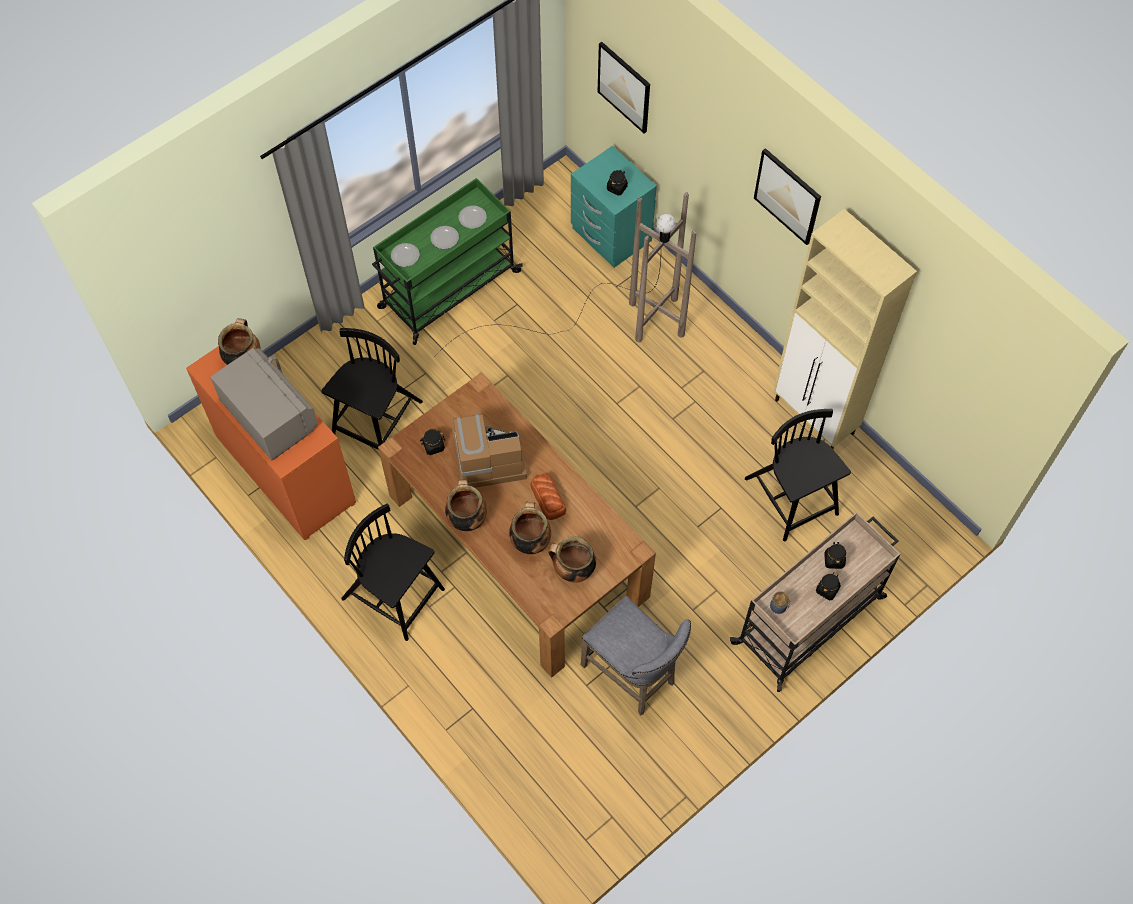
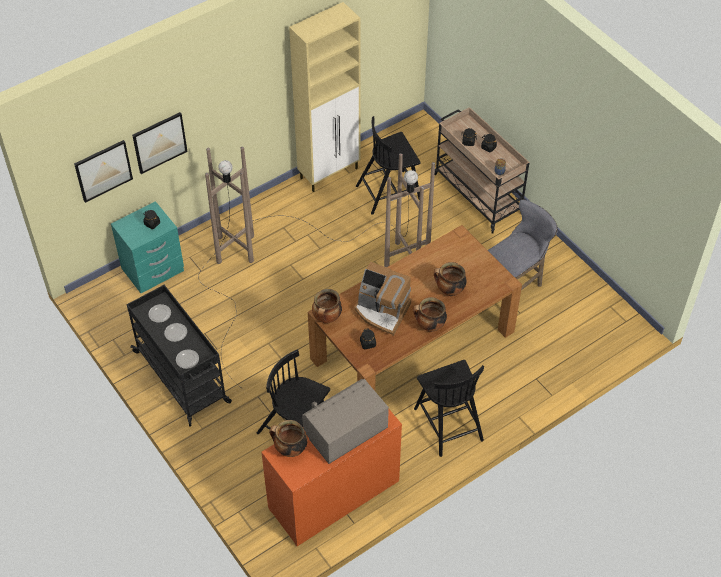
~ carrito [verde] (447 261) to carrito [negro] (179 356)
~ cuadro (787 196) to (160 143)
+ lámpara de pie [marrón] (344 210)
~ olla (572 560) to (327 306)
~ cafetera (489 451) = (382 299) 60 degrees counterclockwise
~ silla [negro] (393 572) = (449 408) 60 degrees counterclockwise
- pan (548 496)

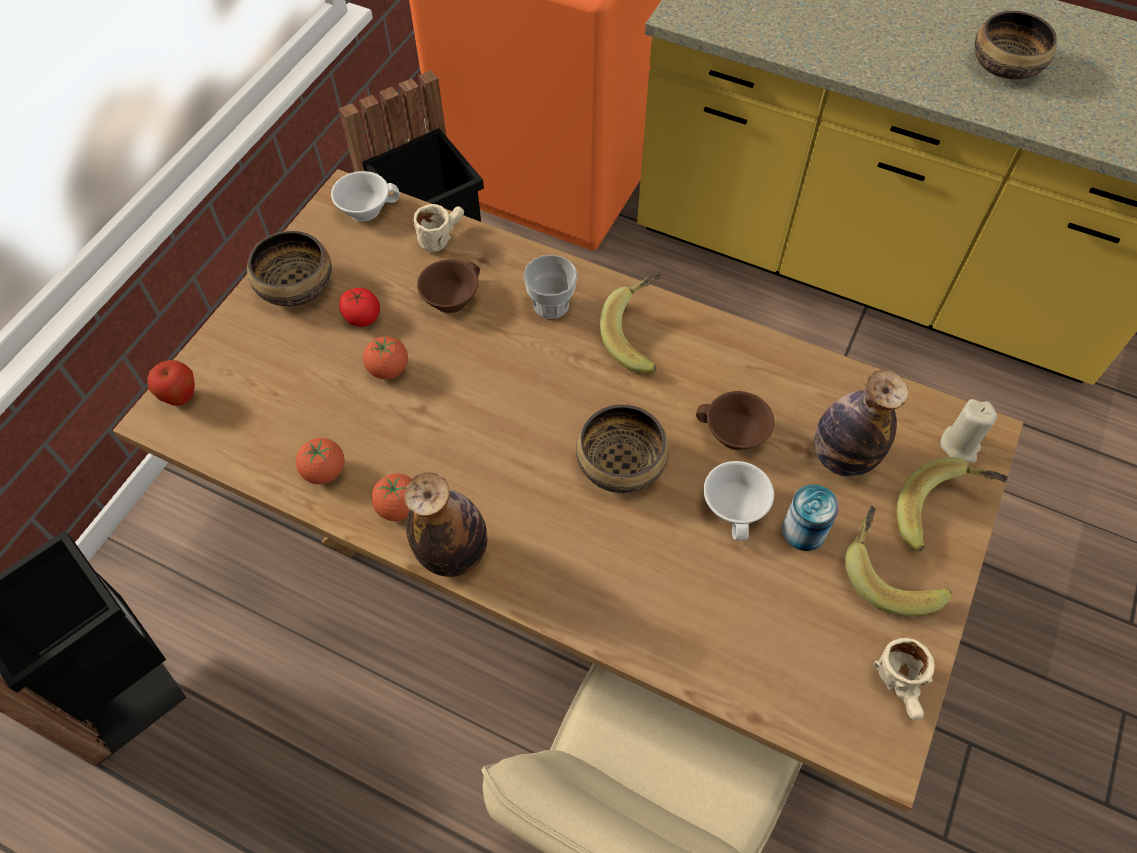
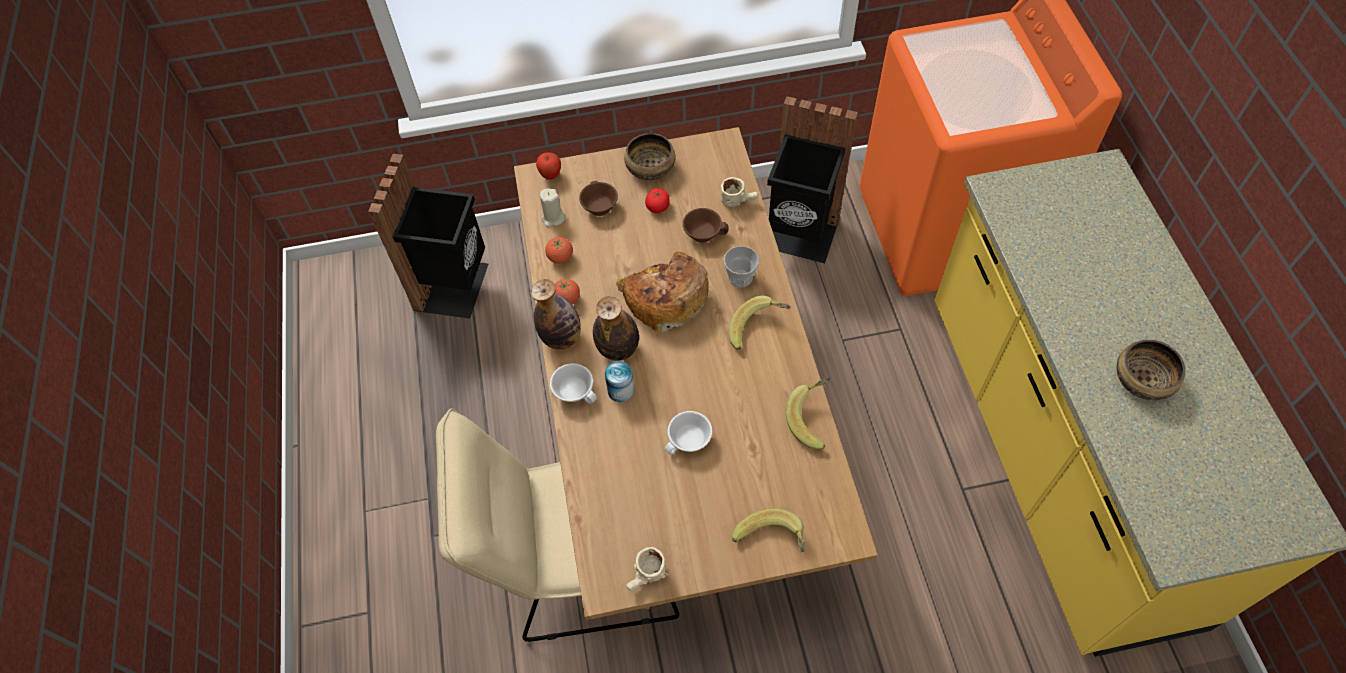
~ vela [beis] (968 431) to (553 208)
~ taza [blanco] (365 196) to (573 383)
~ taza [marrón] (735 420) to (598 198)
~ botella (861 423) to (616 328)
~ lata (810 517) to (619 381)
+ pan (662 292)
~ plátano (898 561) to (808 413)
- tomate (385 357)
- cuenco (622 448)

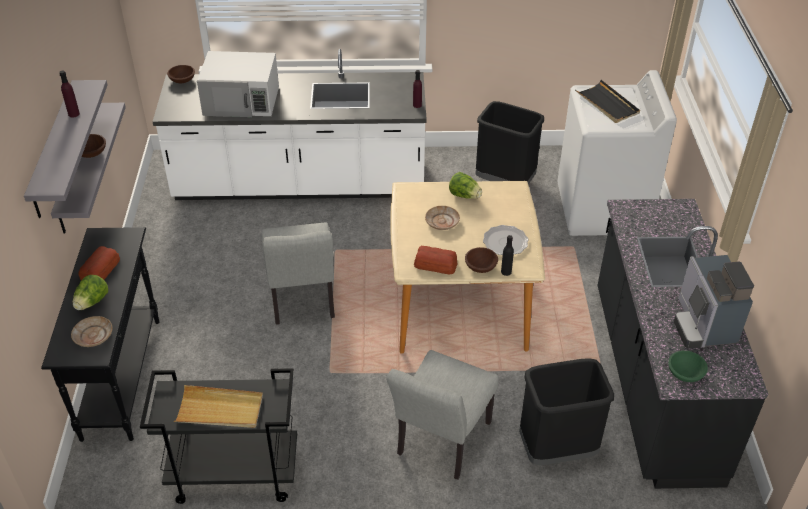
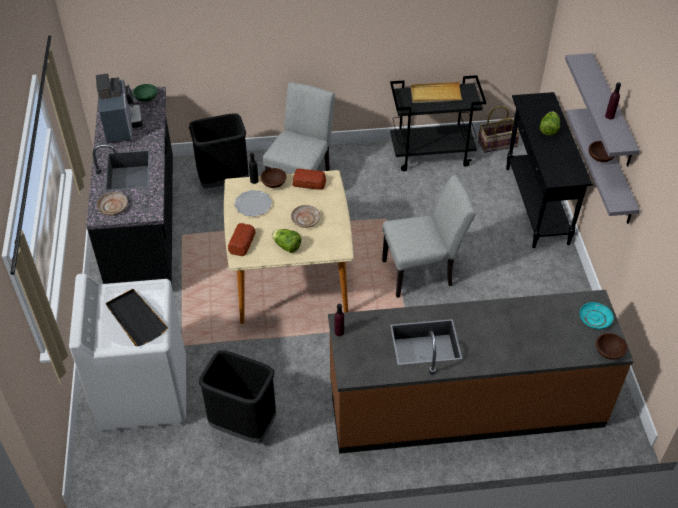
~ plato [beis] (92 331) to (112 203)
~ pan (99 263) to (242 239)
~ mueble bajo de cocina [blanco] (289 124) to mueble bajo de cocina [marrón] (481 372)
~ silla [gris] (298 273) = (428 236) 90 degrees clockwise
+ cesta (499 129)
+ plato [turquesa] (597 315)
- microondas [blanco] (238 84)

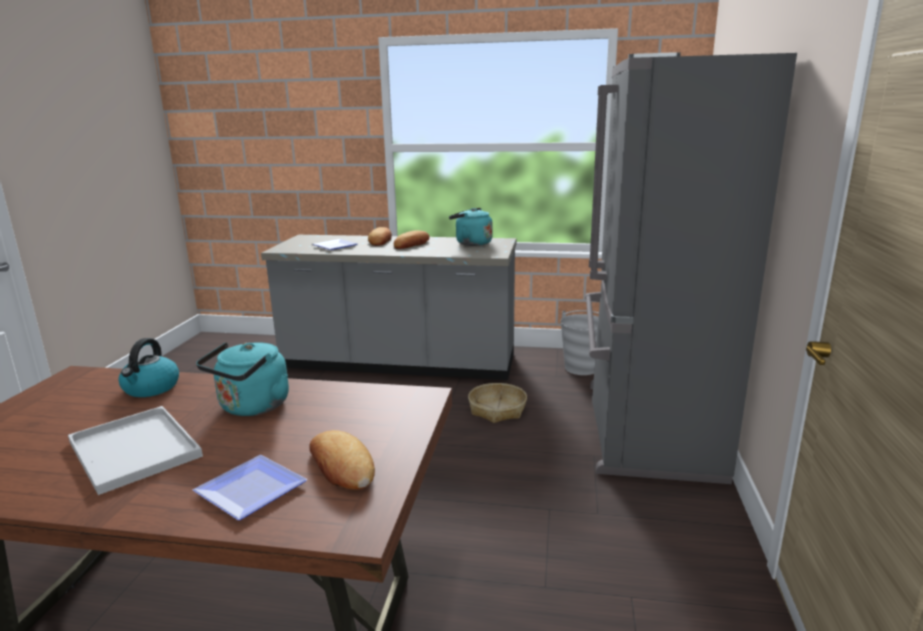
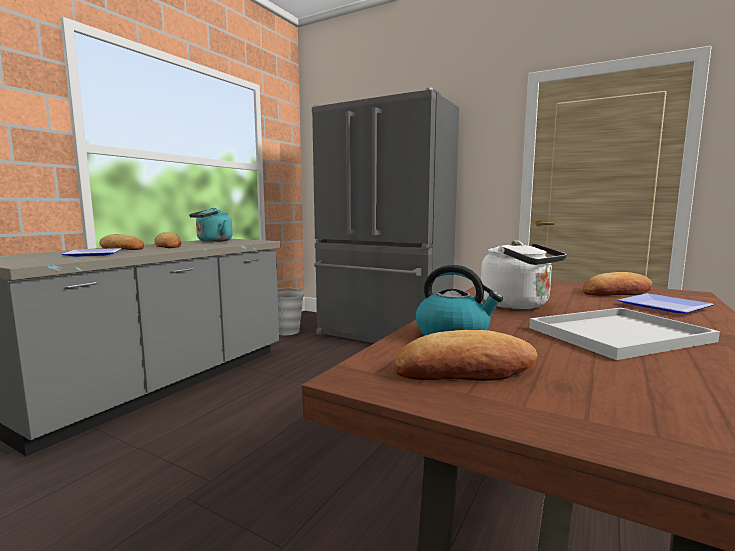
+ pan (466 355)
~ hervidor [turquesa] (242 379) to hervidor [blanco] (524 274)
- cesta (497 403)

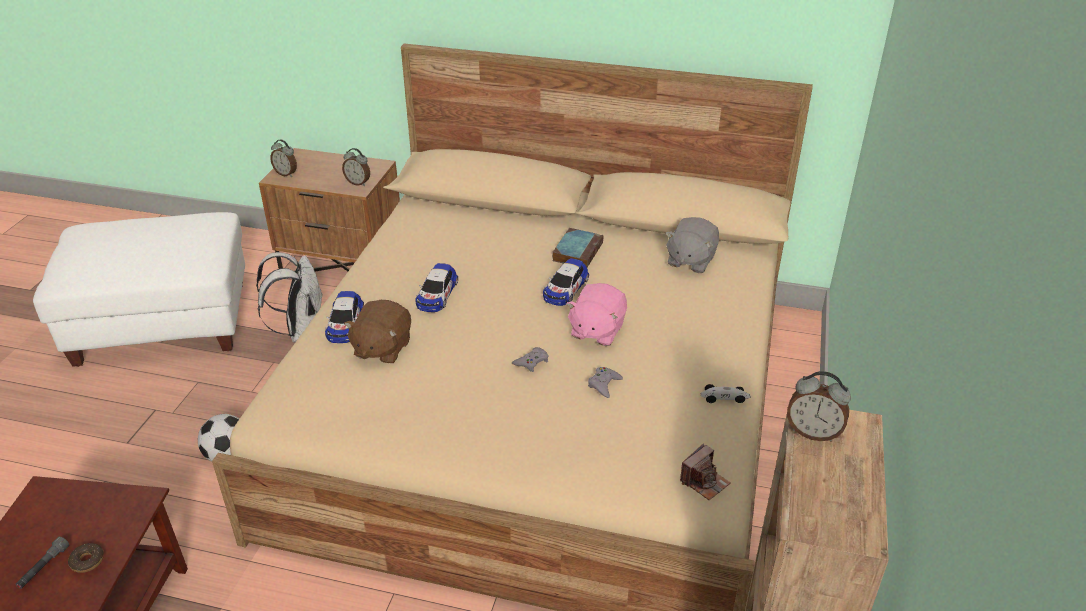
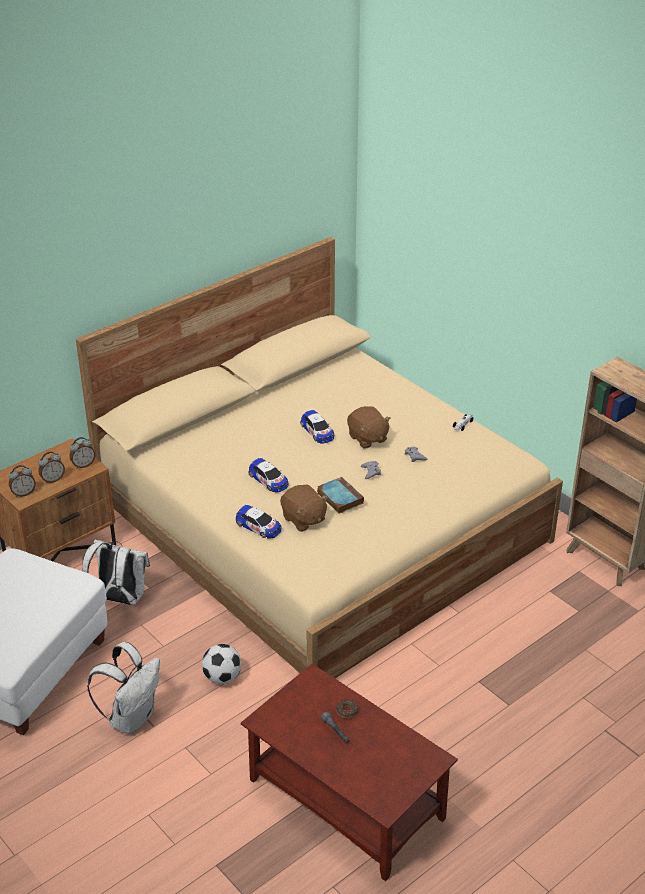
~ despertador (819 406) to (51 467)
+ mochila [blanco] (123 688)
~ libro (577 247) to (340 495)
~ peluche [rosa] (596 314) to peluche [marrón] (369 427)
- peluche [gris] (692 245)
- cámara (705 471)

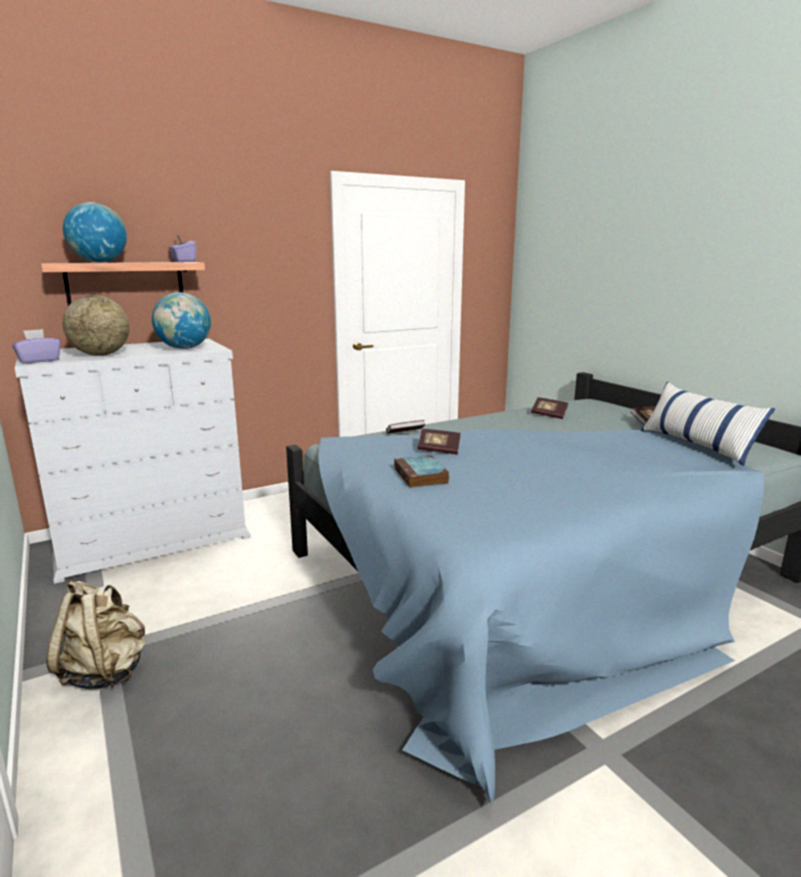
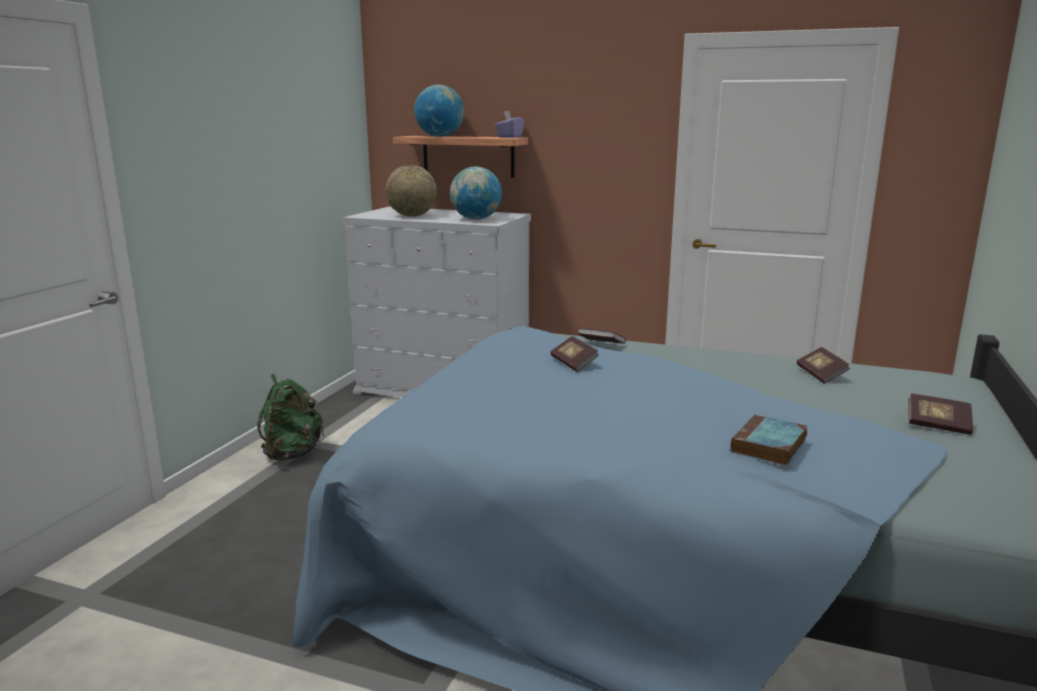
~ mochila [beis] (96 635) to mochila [verde] (291 417)
~ libro (421 471) to (769 440)
- caja de pañuelos [morado] (36 346)
- cojín (707 424)

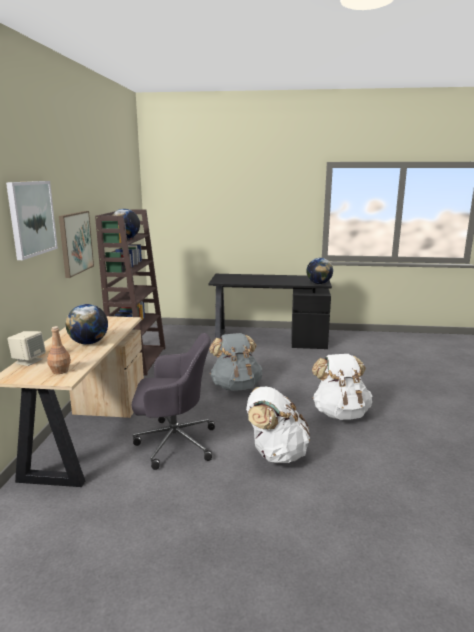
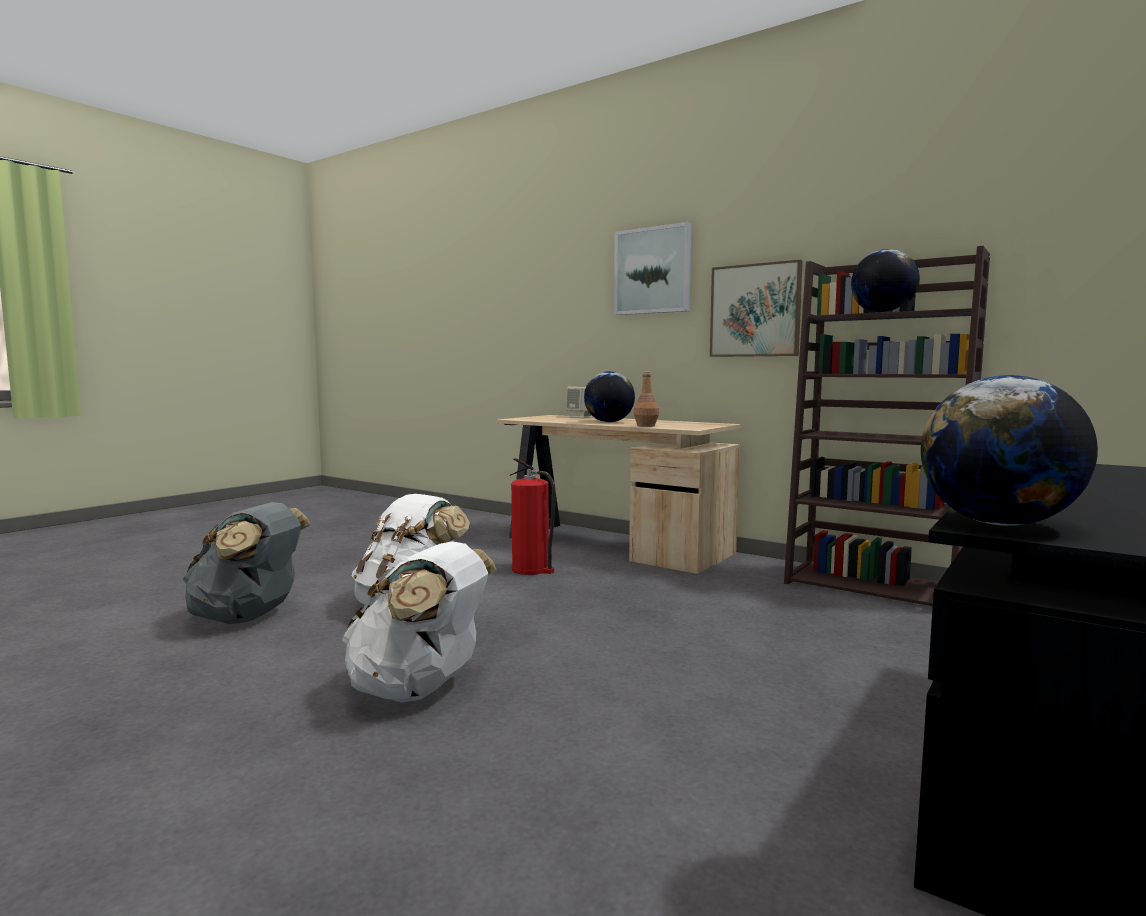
~ mochila [gris] (235 362) to (247 563)
~ silla de oficina [gris] (173 401) to extintor (533 516)
~ botella [marrón] (59 350) to (646 399)

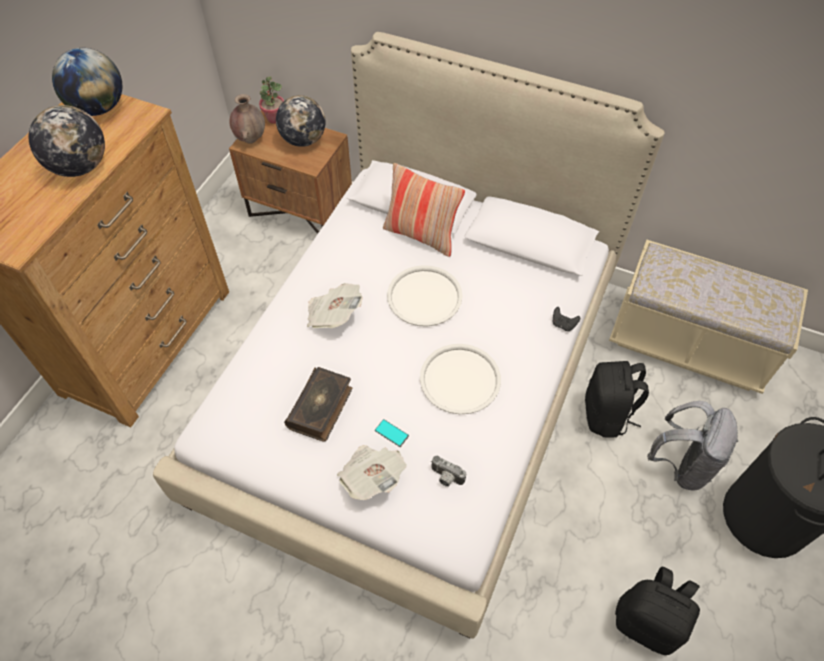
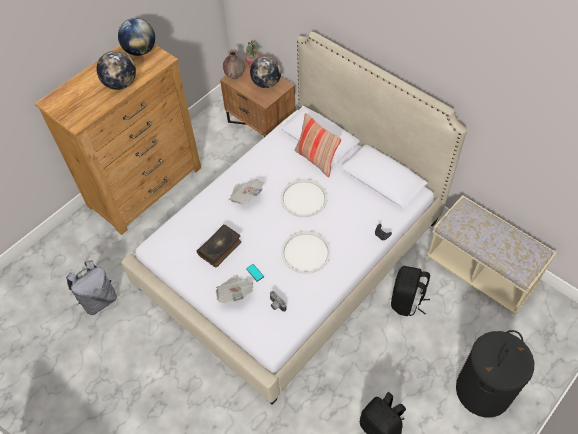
~ mochila [gris] (692 446) to (91 287)

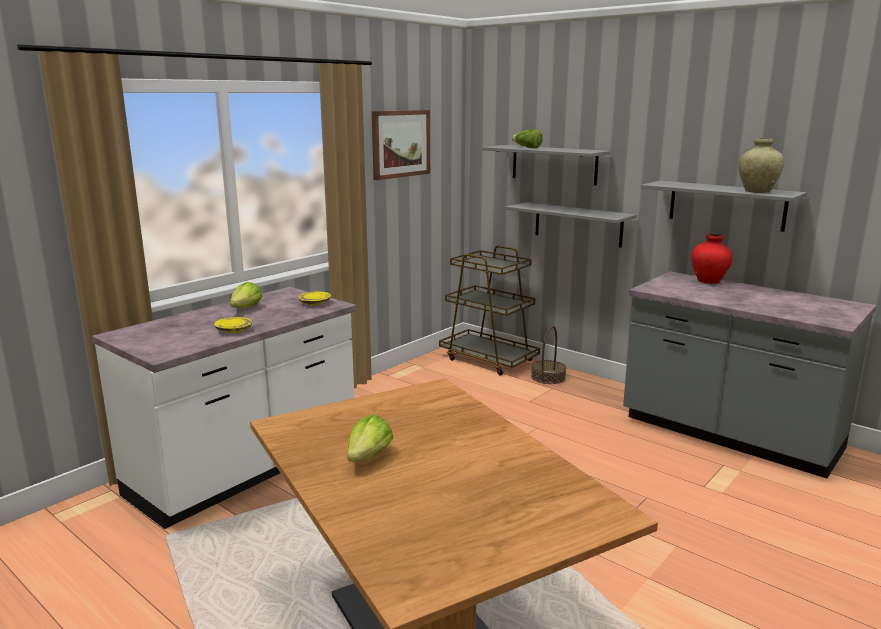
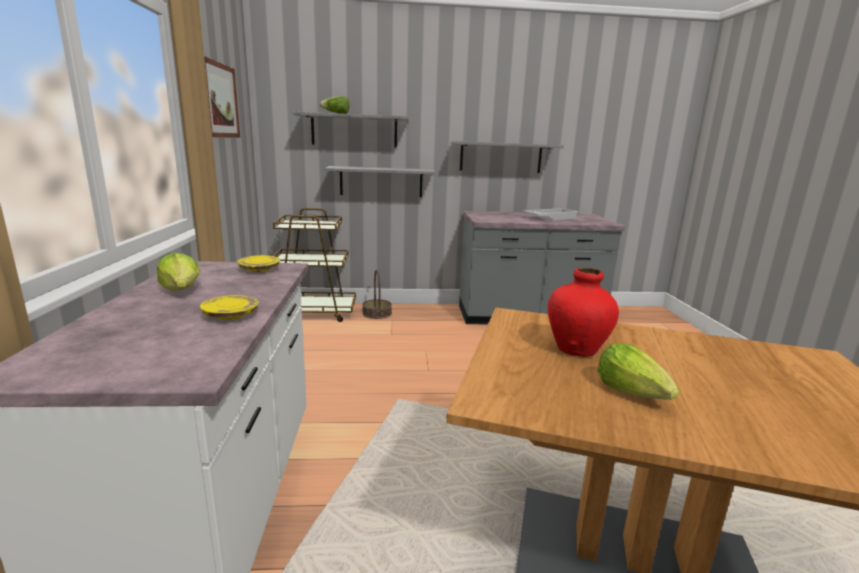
+ bandeja [blanco] (551 214)
~ florero [rojo] (711 258) to (583 312)
- florero [beis] (761 165)

